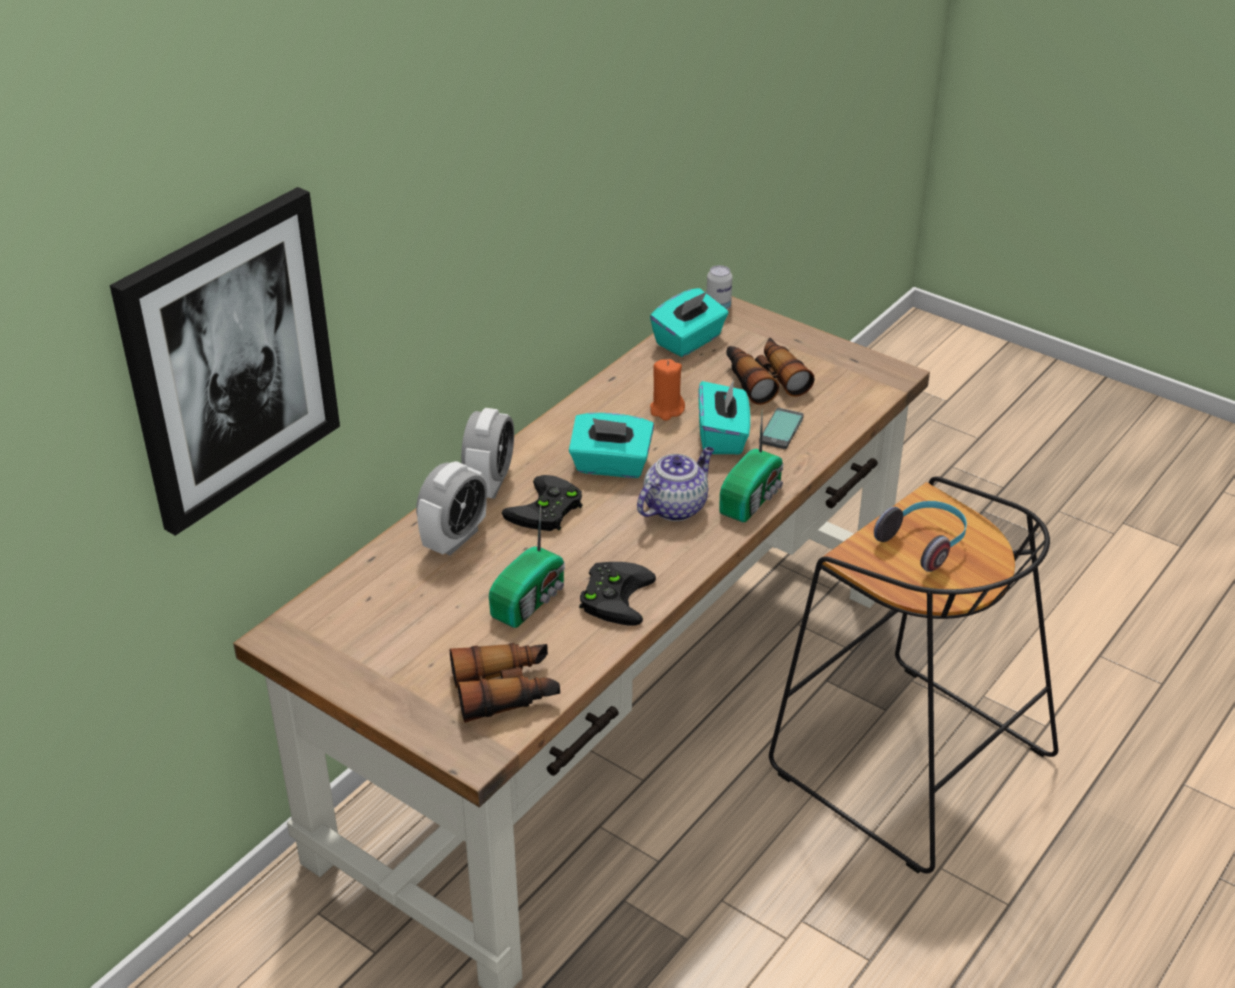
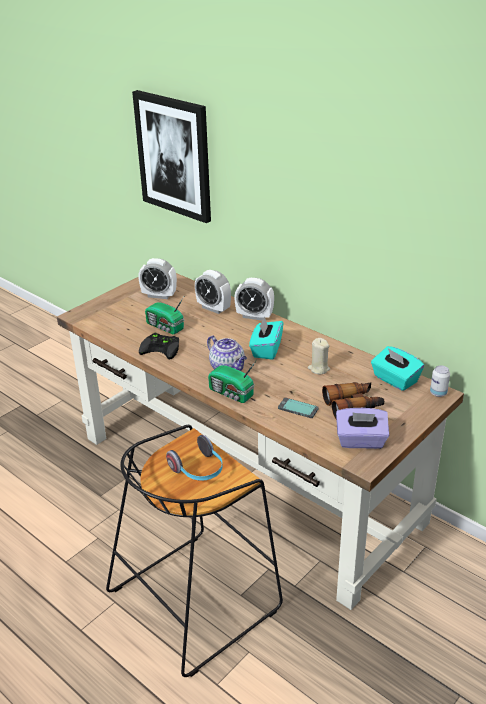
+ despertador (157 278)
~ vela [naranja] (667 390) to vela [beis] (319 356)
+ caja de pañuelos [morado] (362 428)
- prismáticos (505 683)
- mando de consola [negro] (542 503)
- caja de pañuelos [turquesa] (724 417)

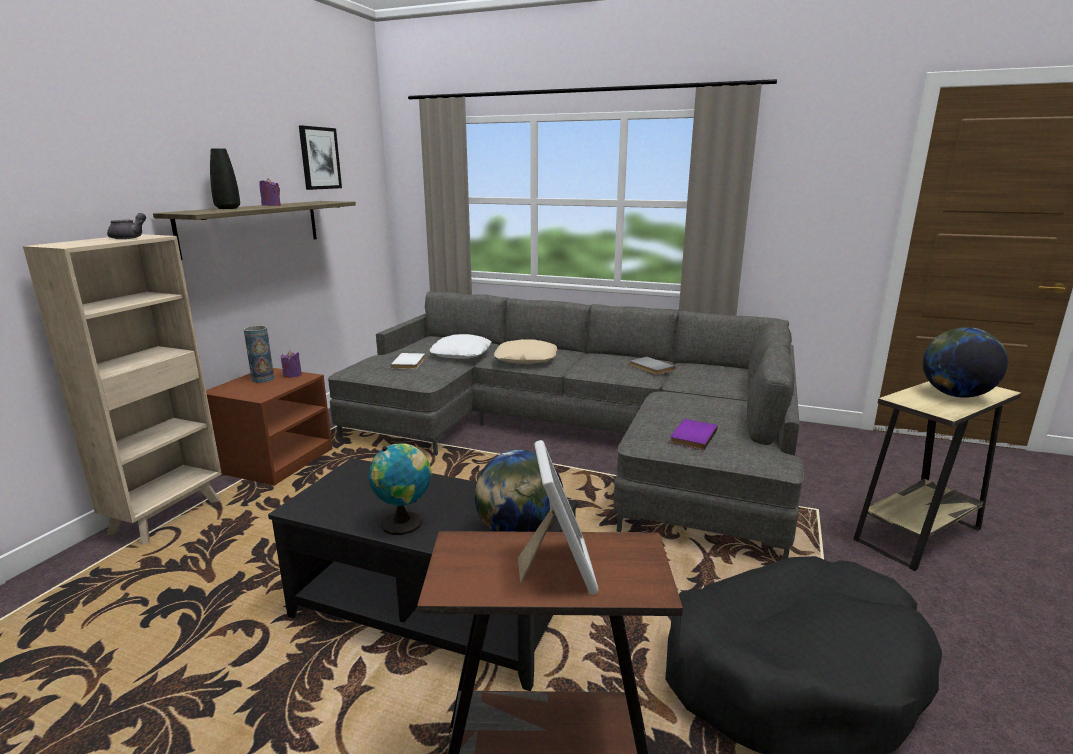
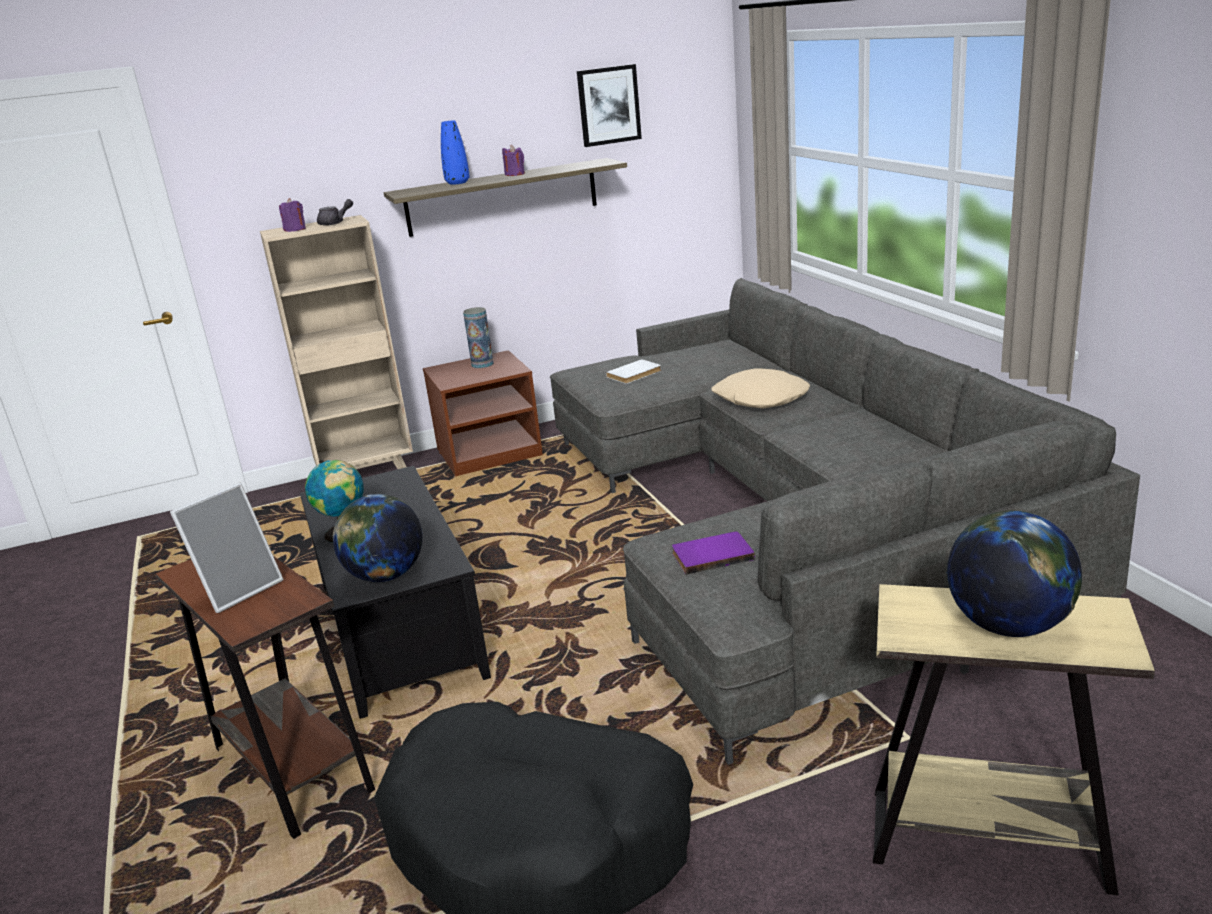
~ vela [morado] (291 364) to (292 215)
~ florero [negro] (225 178) to florero [azul] (455 152)
- cojín [blanco] (460 346)
- libro [gris] (652 366)

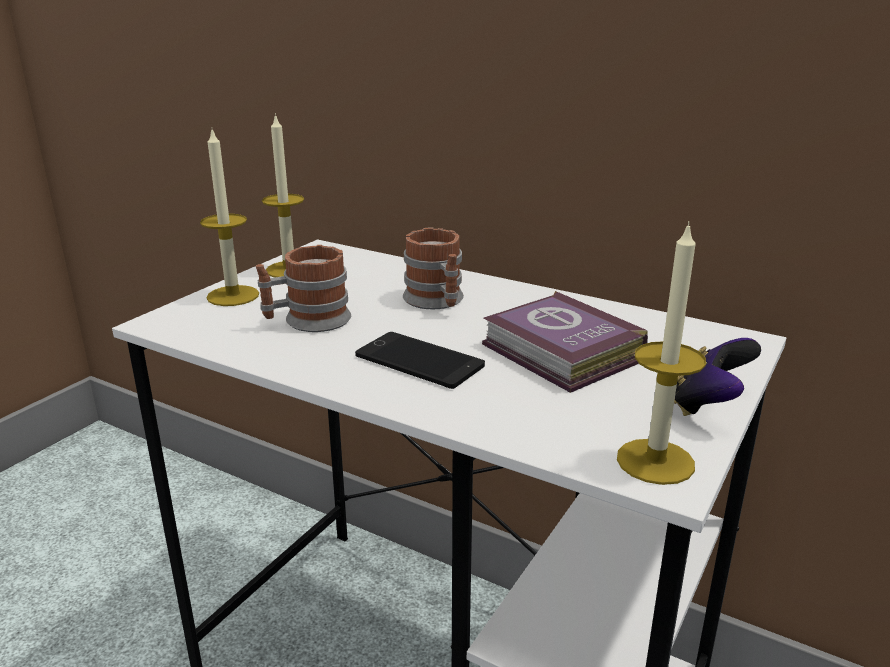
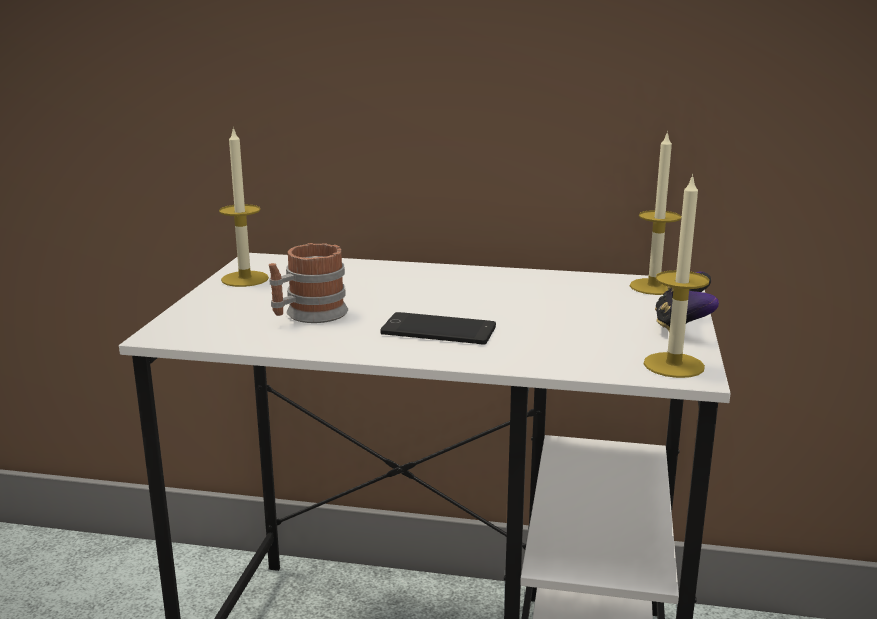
~ vela (229 216) to (656 213)
- taza grande (433 268)
- libro (565 342)

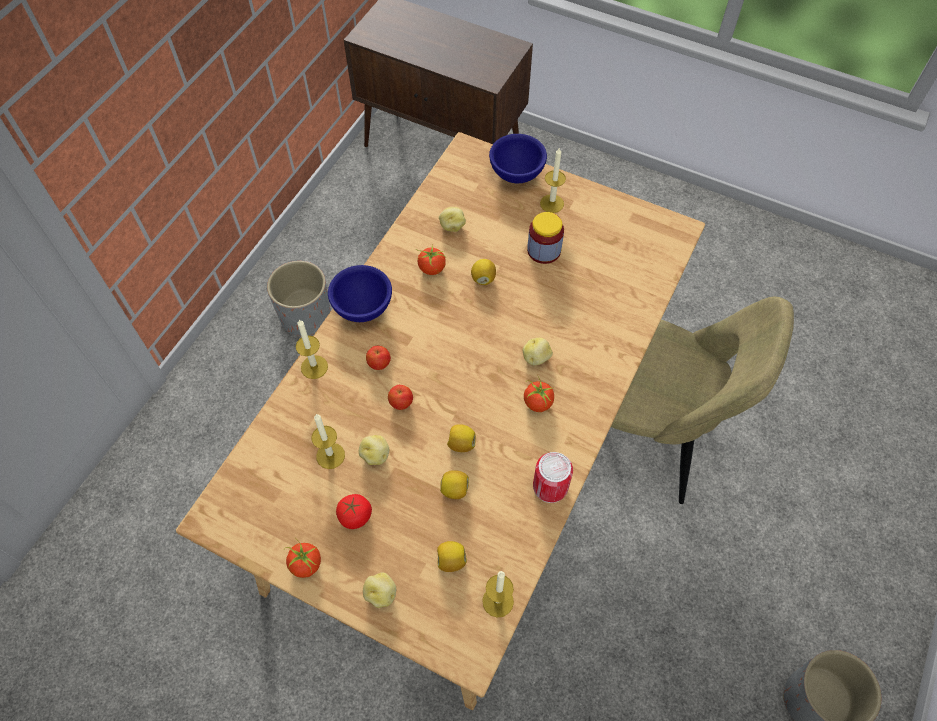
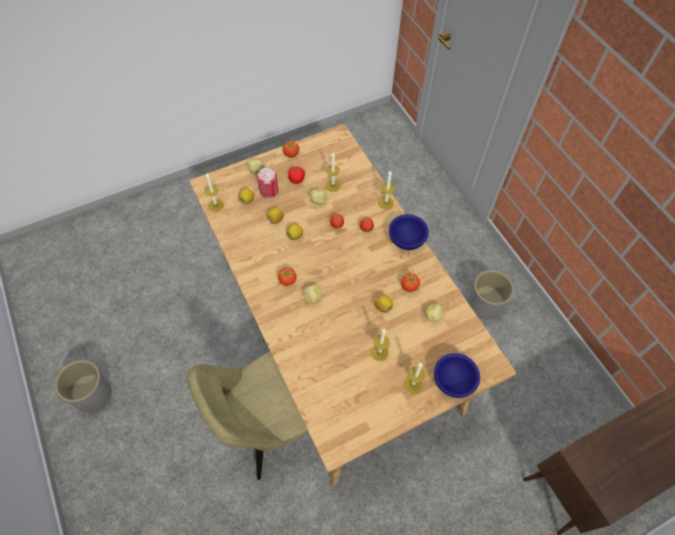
~ lata (553 477) to (268 183)
~ tarro (545 238) to vela (380 345)

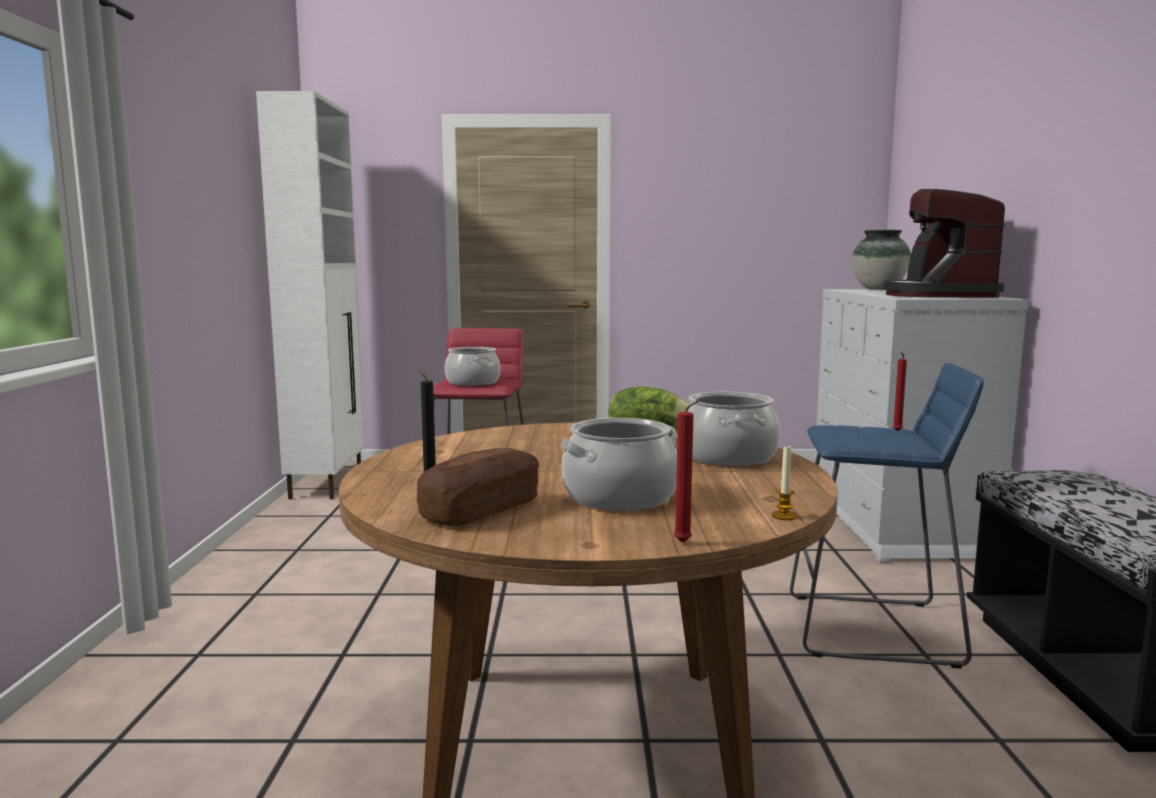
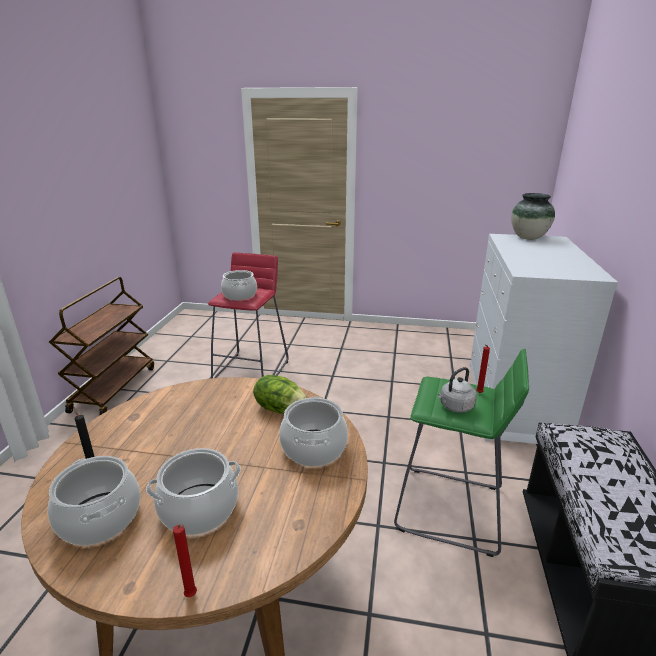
~ pan (478 487) to olla (94 500)
+ carrito [marrón] (101 346)
~ taburete [azul] (887 516) to taburete [verde] (461 453)
+ hervidor [gris] (457 390)
- armario [blanco] (310 295)
- vela (784 482)
- cafetera (944 243)

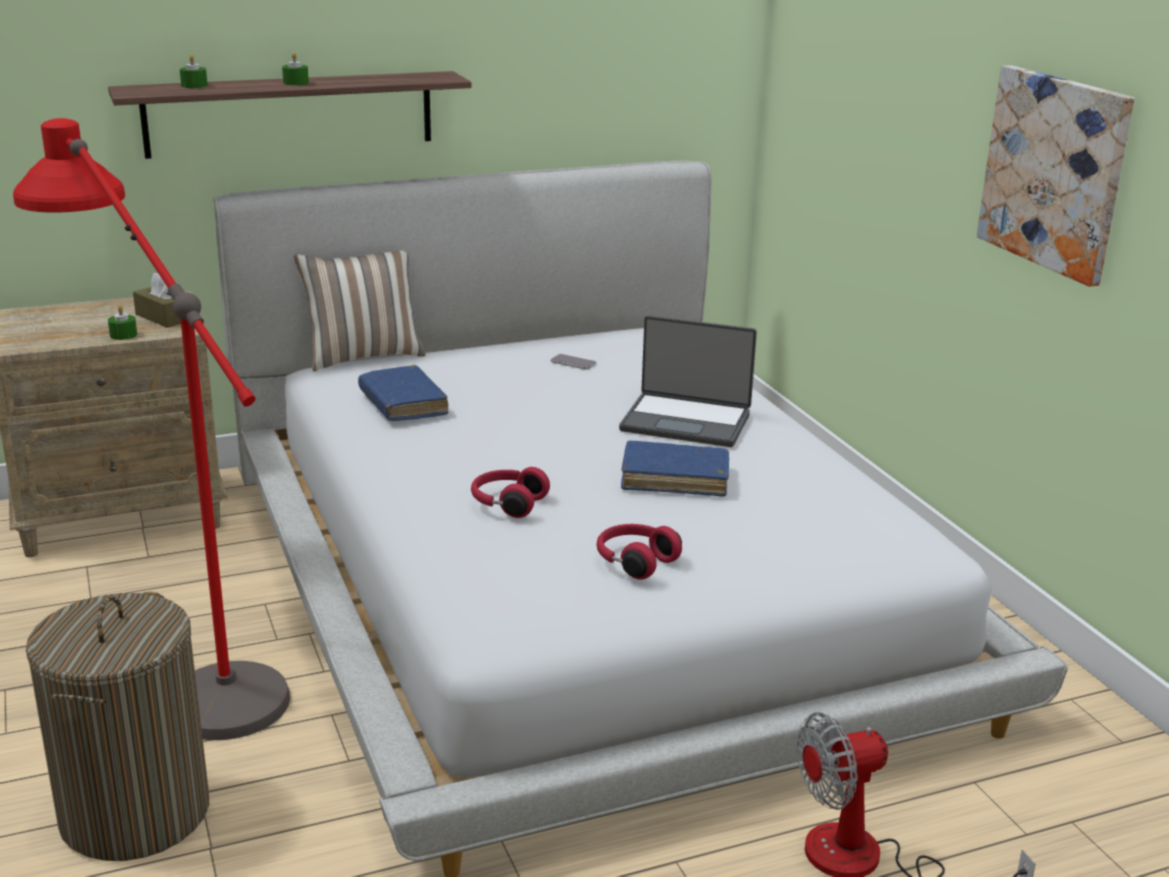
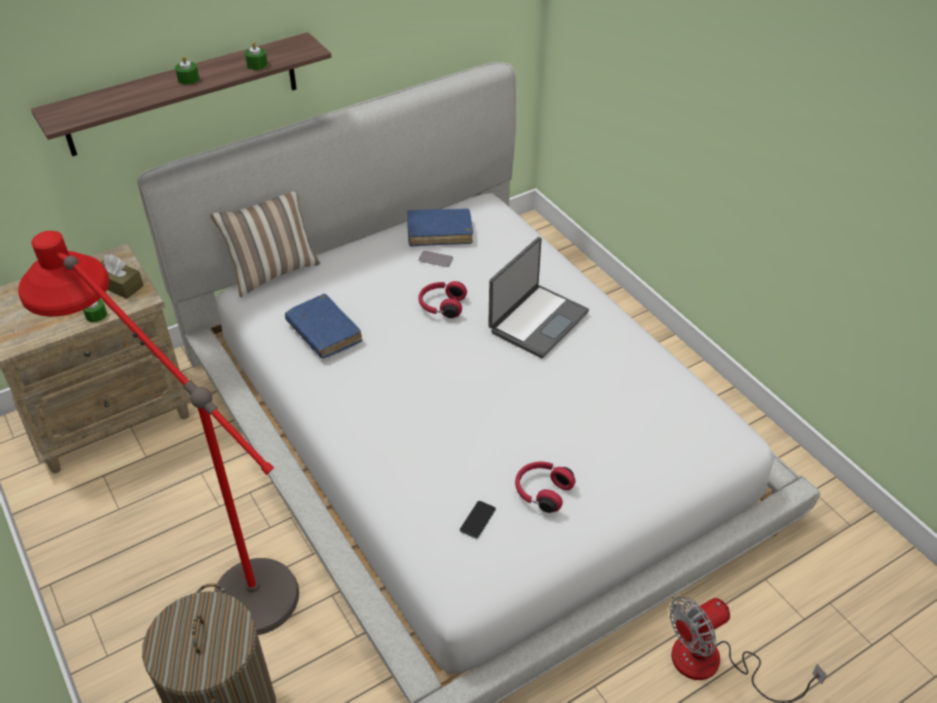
~ vela [verde] (194 71) to (256 56)
~ libro [azul] (675 469) to (440 228)
~ auriculares [rojo] (510 492) to (442 299)
+ móvil (478 519)
~ portátil (688 381) = (538 297) 60 degrees counterclockwise
- cuadro (1055 176)

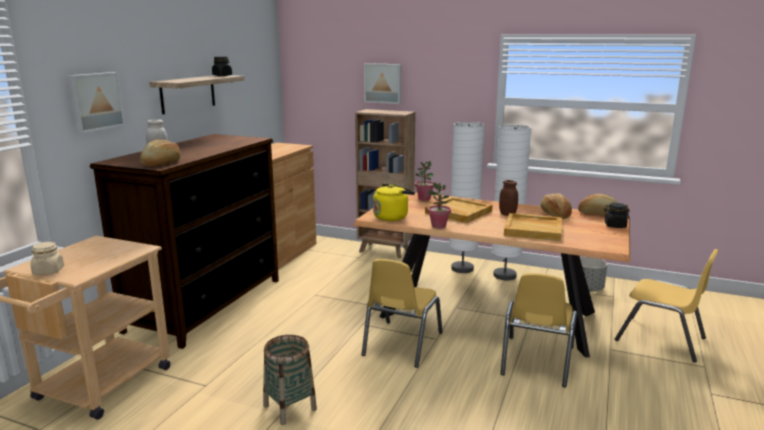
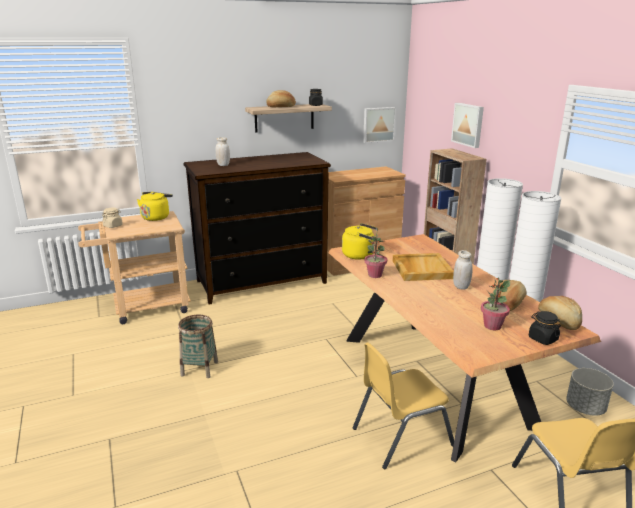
+ hervidor [amarillo] (155 206)
~ pan (160 153) to (281 98)
~ cuadro (96 102) to (379 125)
~ tarro [marrón] (508 198) to tarro [blanco] (463 269)
~ planta en maceta (424 180) to (495 304)
- silla [amarillo] (402 313)
- bandeja [beis] (533 227)

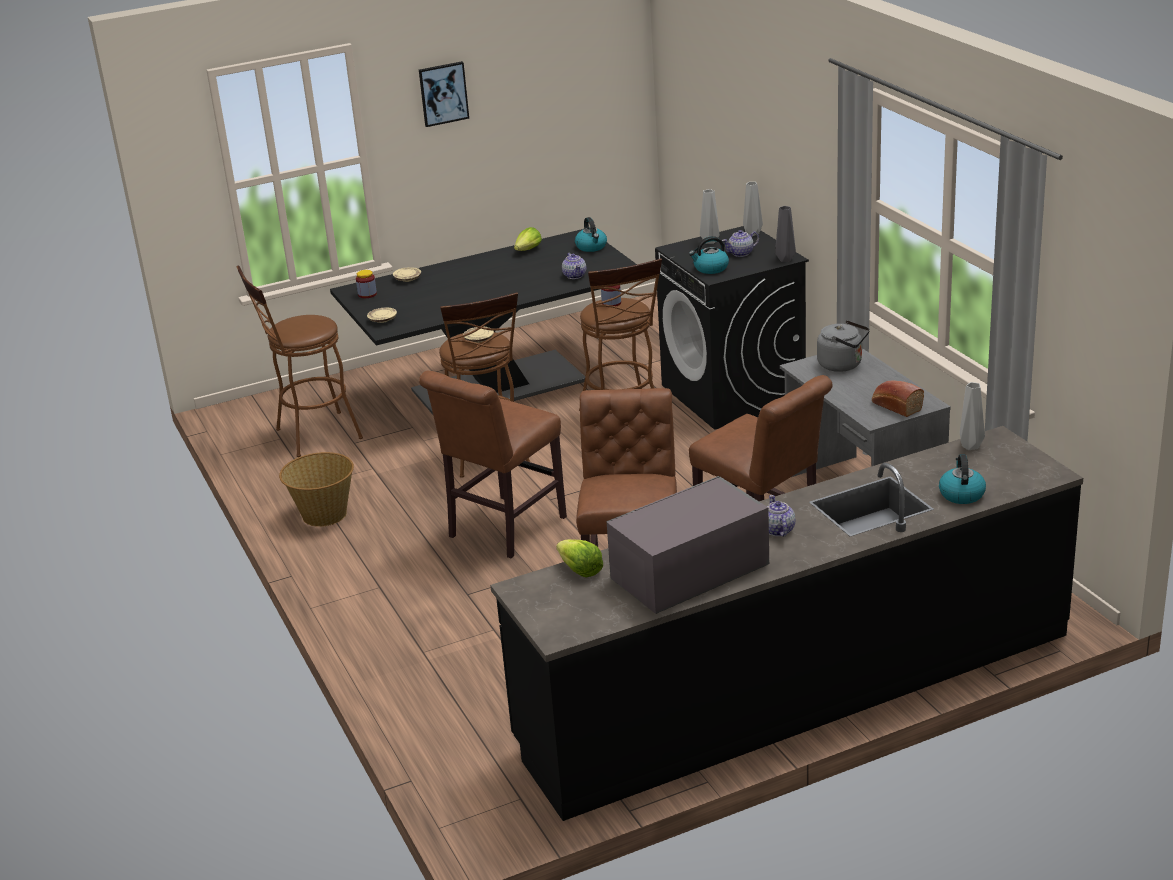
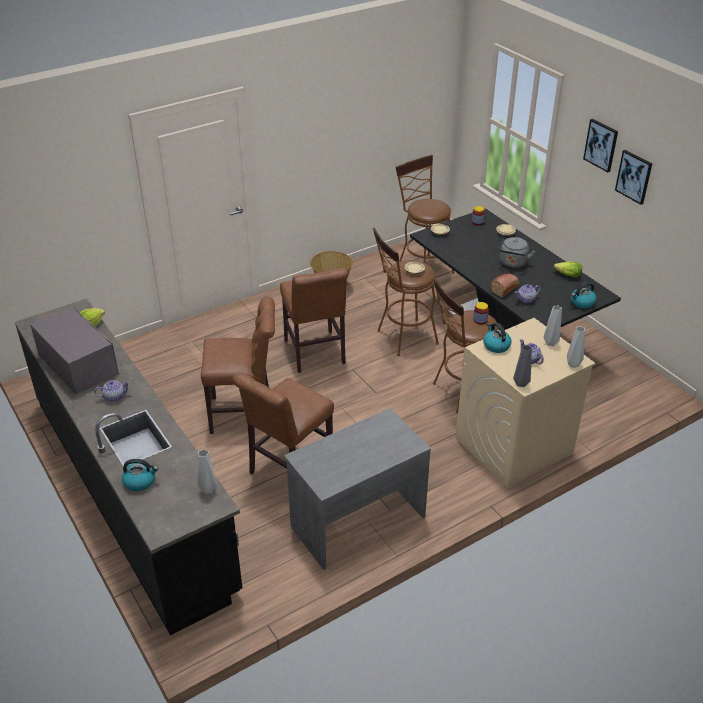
~ silla [marrón] (493 464) = (314 320) 135 degrees counterclockwise
~ lavadora [negro] (732 328) to lavadora [beis] (525 403)
~ pan (898 399) to (505 285)
~ hervidor [gris] (843 346) to (517 252)
+ cuadro (633 177)

